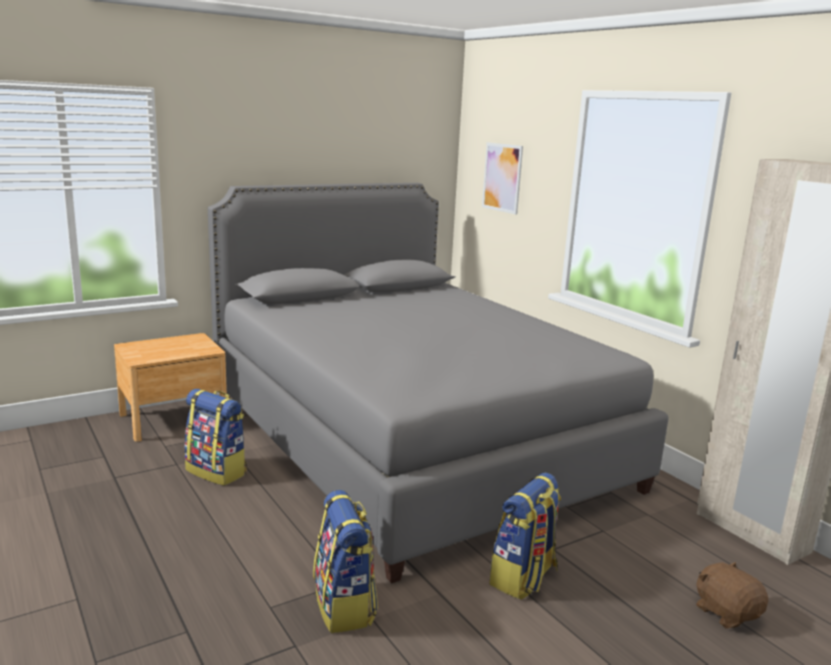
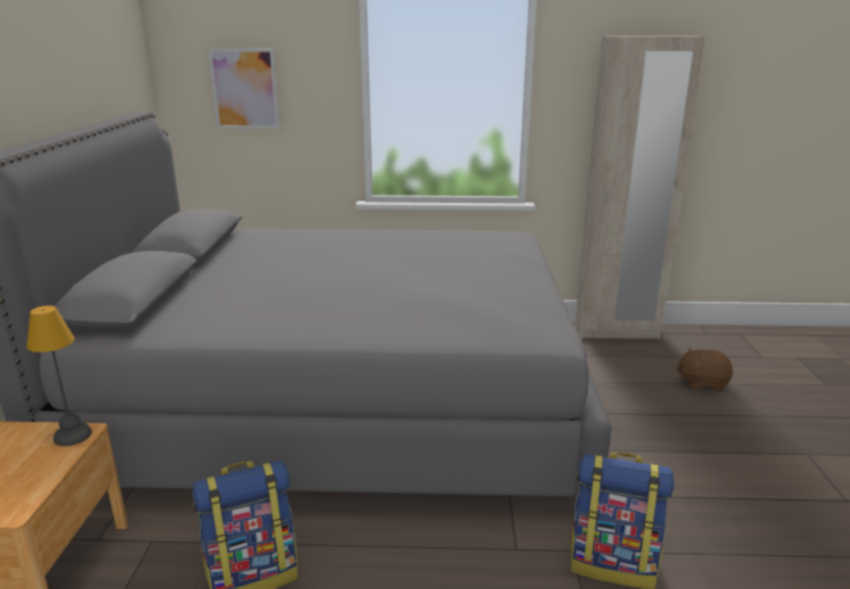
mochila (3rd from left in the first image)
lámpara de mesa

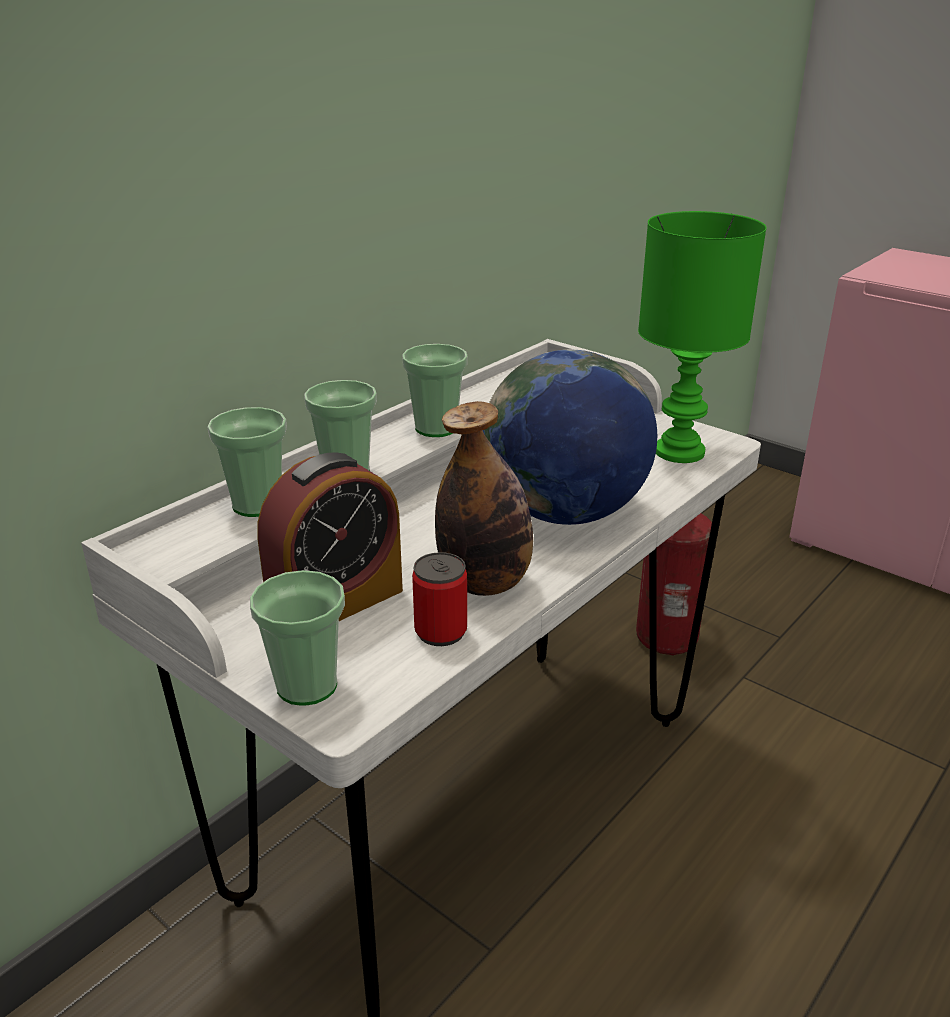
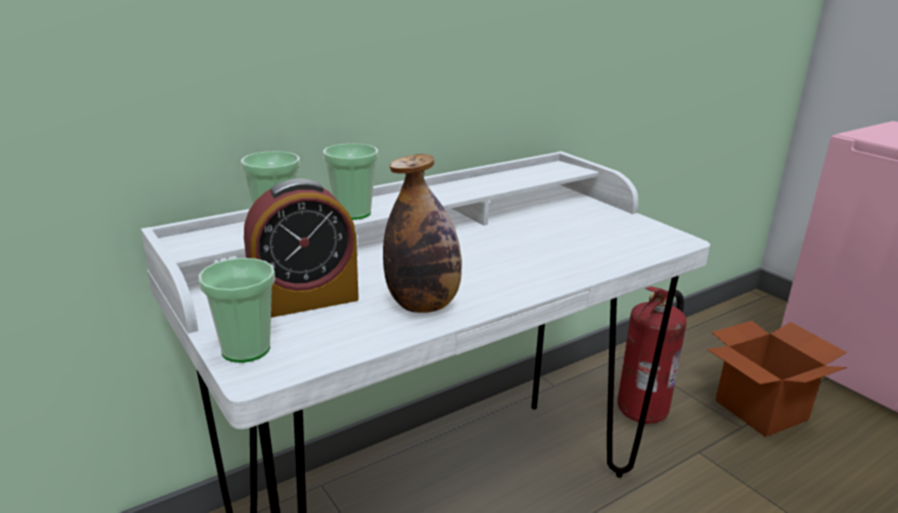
taza (4th from left in the first image)
lata
globo terráqueo
lámpara de mesa/verde
caja de cartón

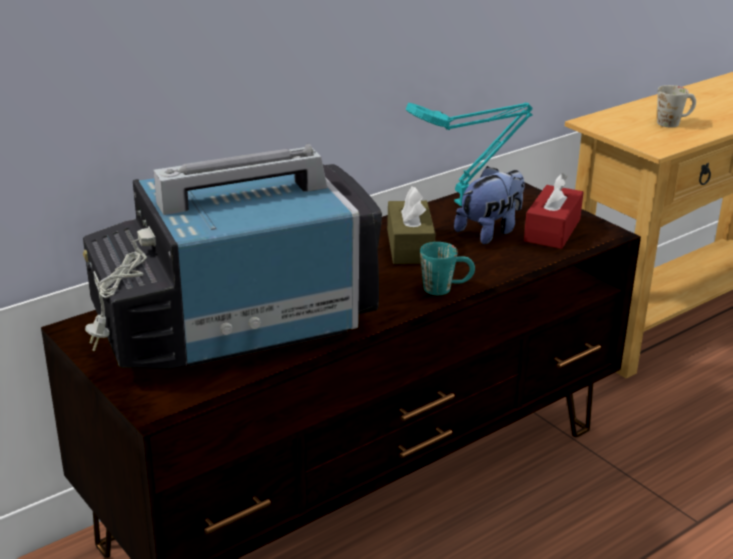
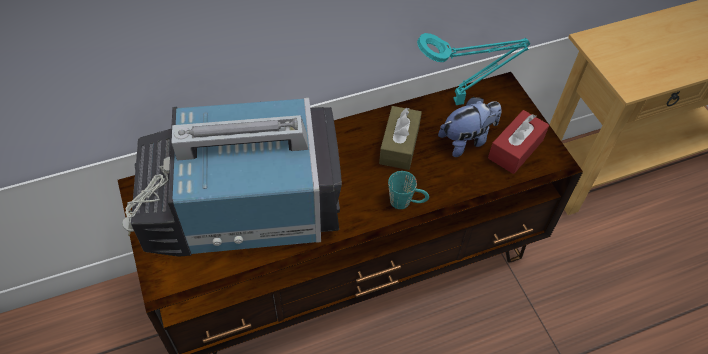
taza grande/blanco

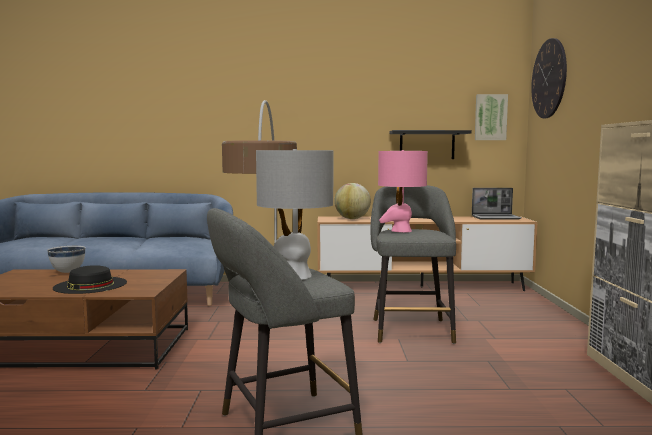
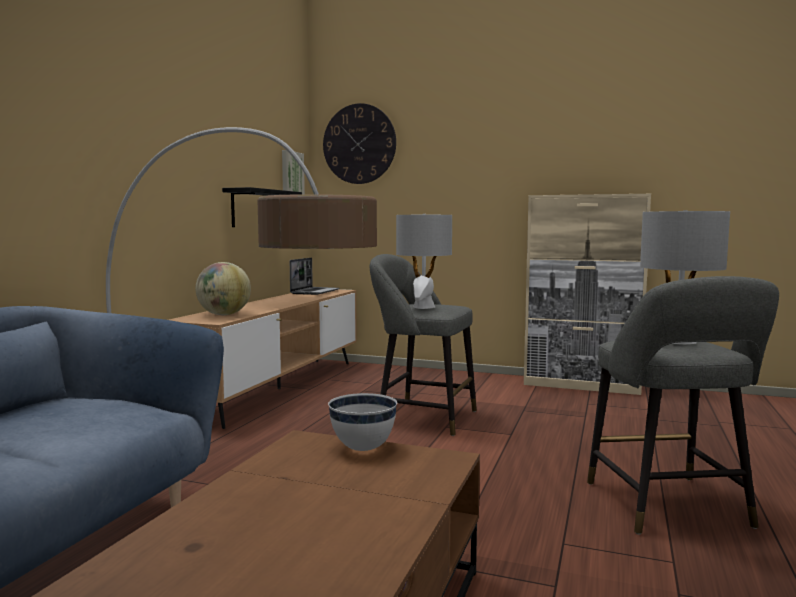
cuenco/blanco
sombrero/negro
lámpara de mesa/gris (1st from left)

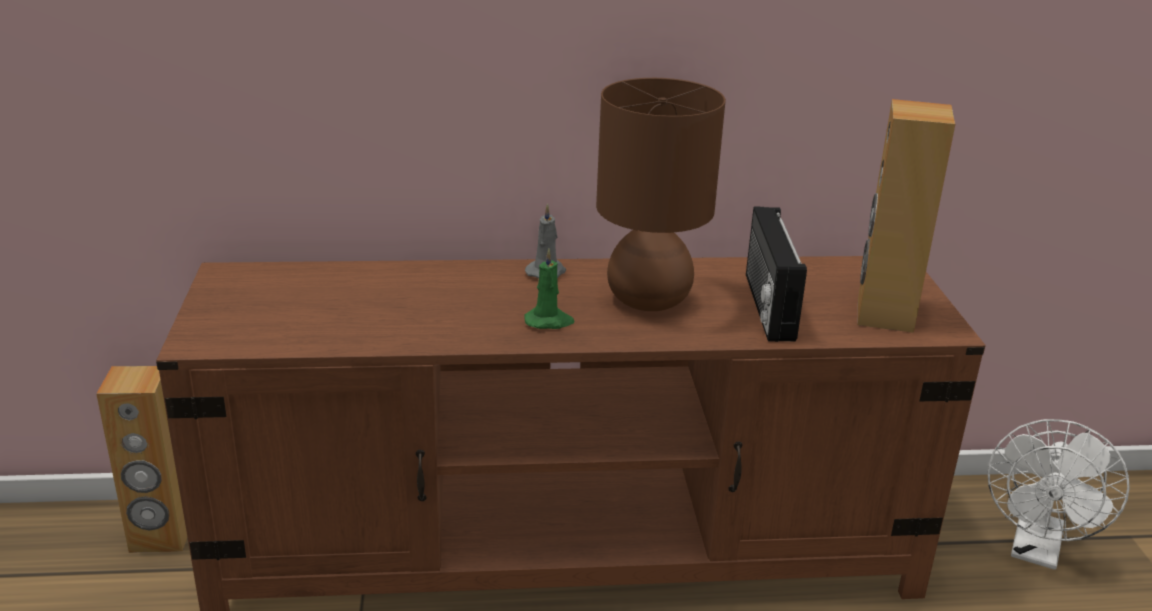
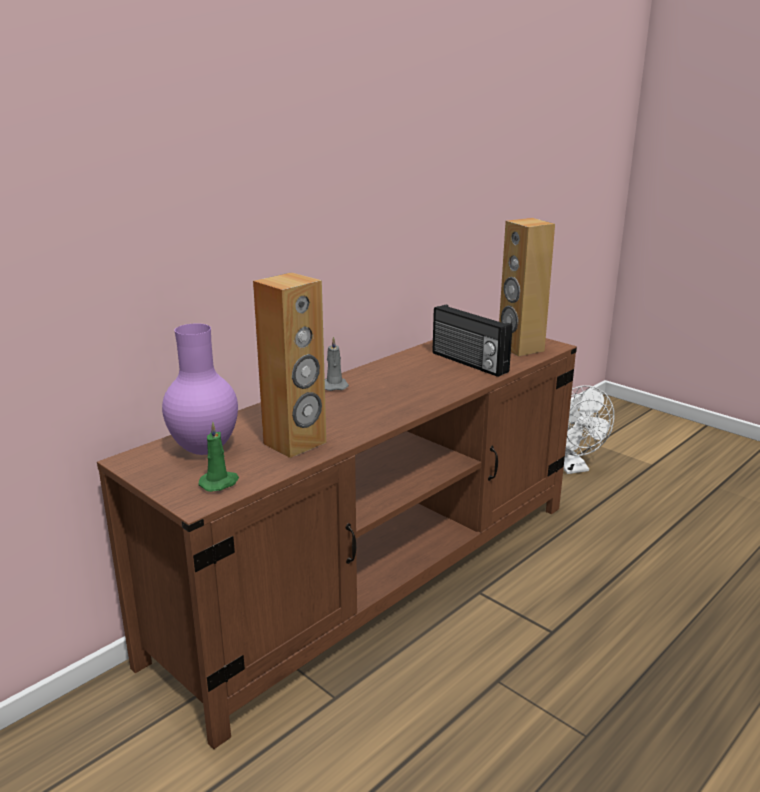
altavoz/marrón (1st from left)
vela/verde
lámpara de mesa/marrón
florero/morado

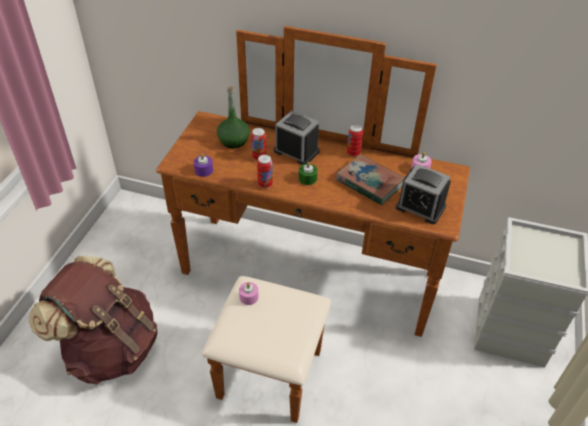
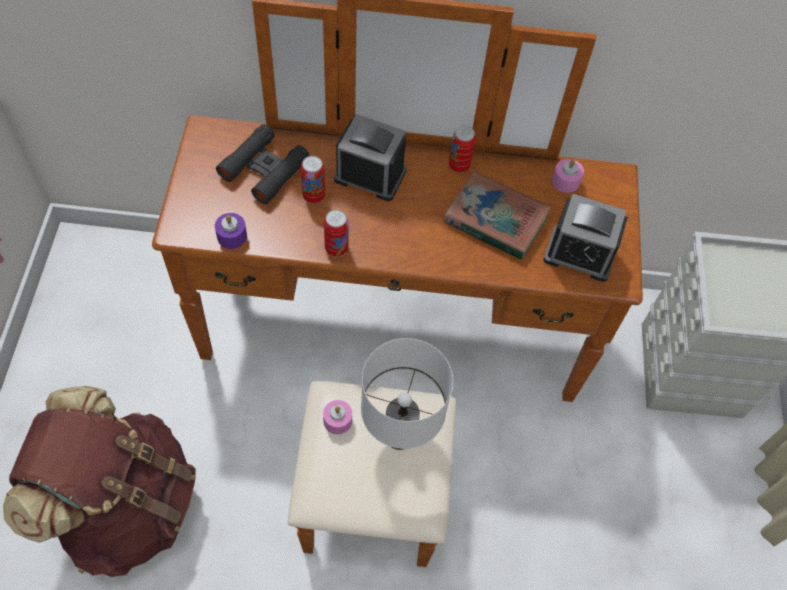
prismáticos/negro
vela/verde
lámpara de mesa/blanco

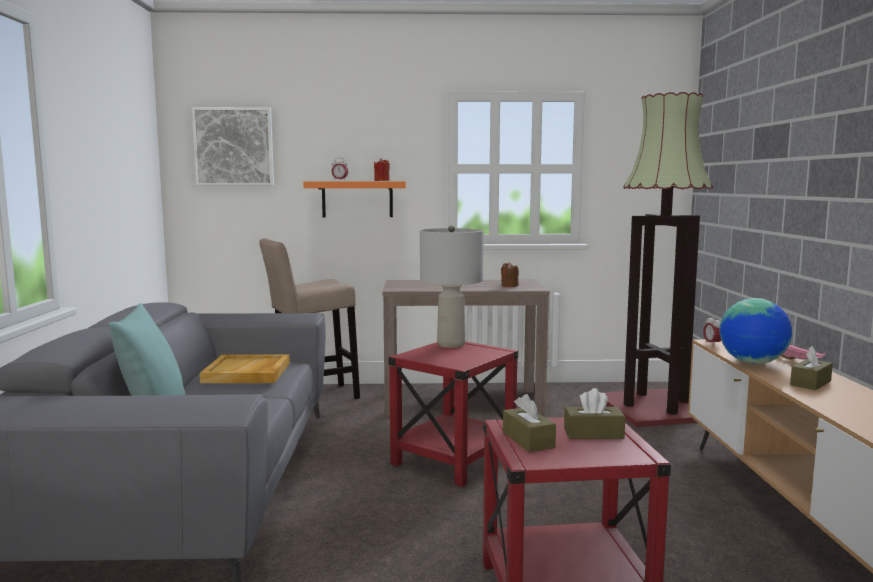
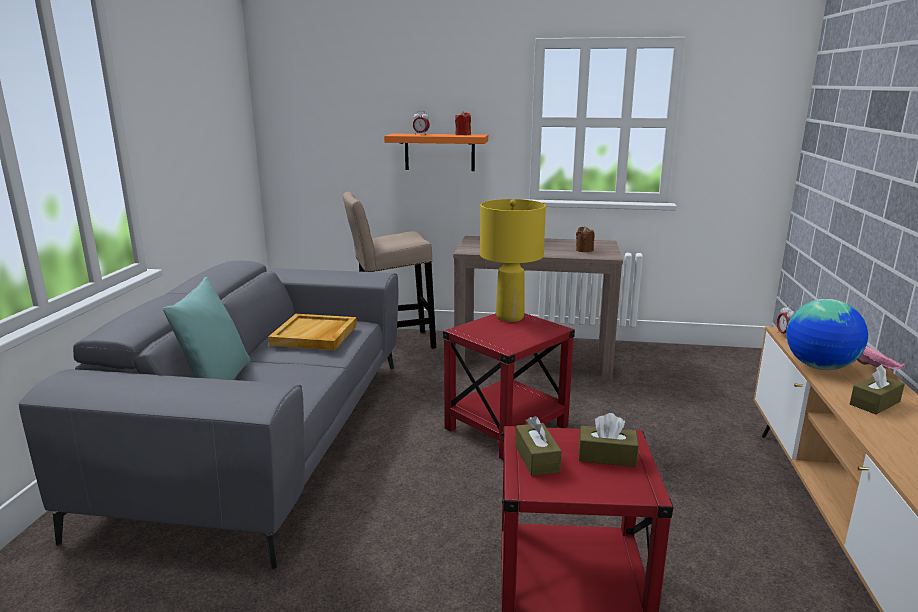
cuadro
lámpara de mesa/amarillo
lámpara de pie

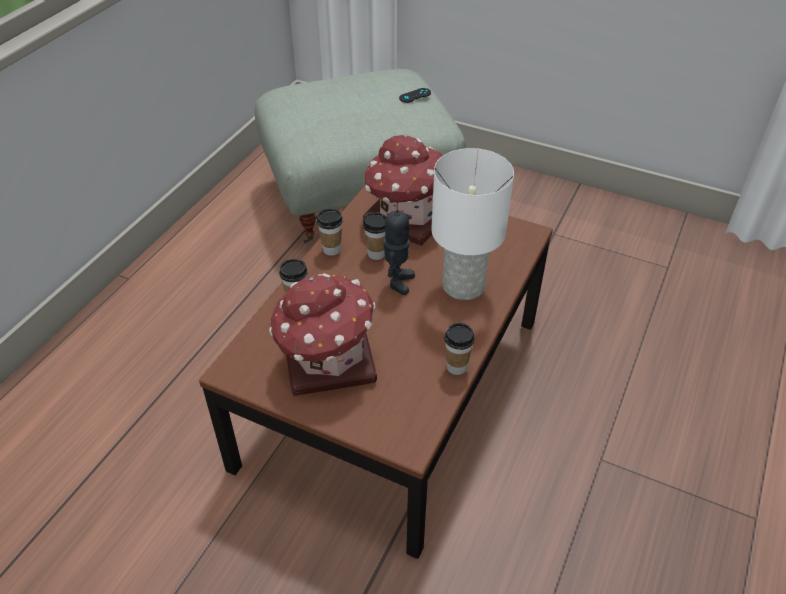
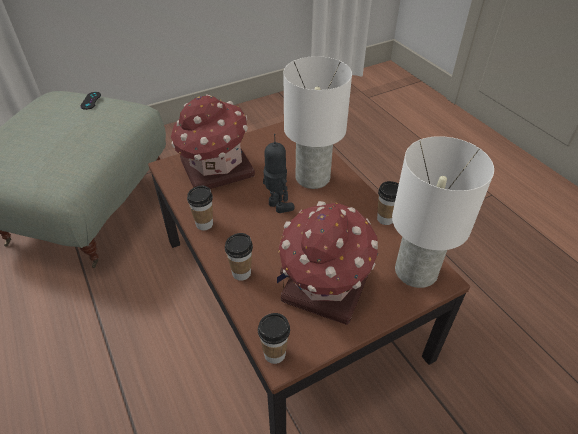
taza (3rd from left)
lámpara de mesa/blanco (2nd from left)

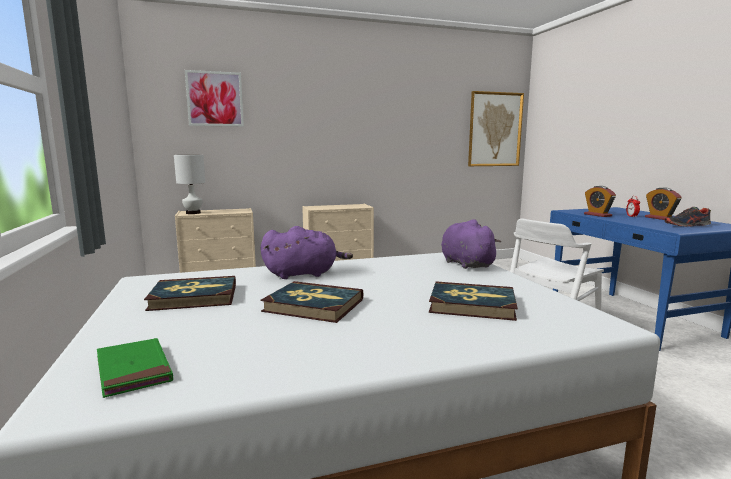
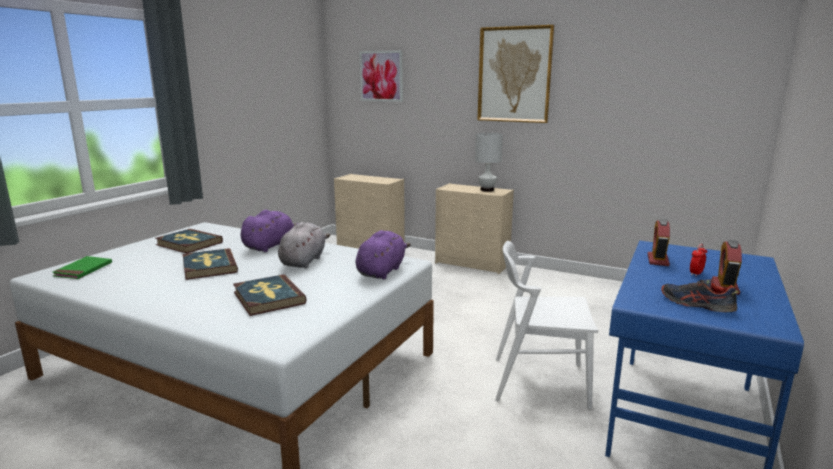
lámpara de mesa/blanco
peluche/morado (1st from left)
cuadro (2nd from left)
peluche/gris

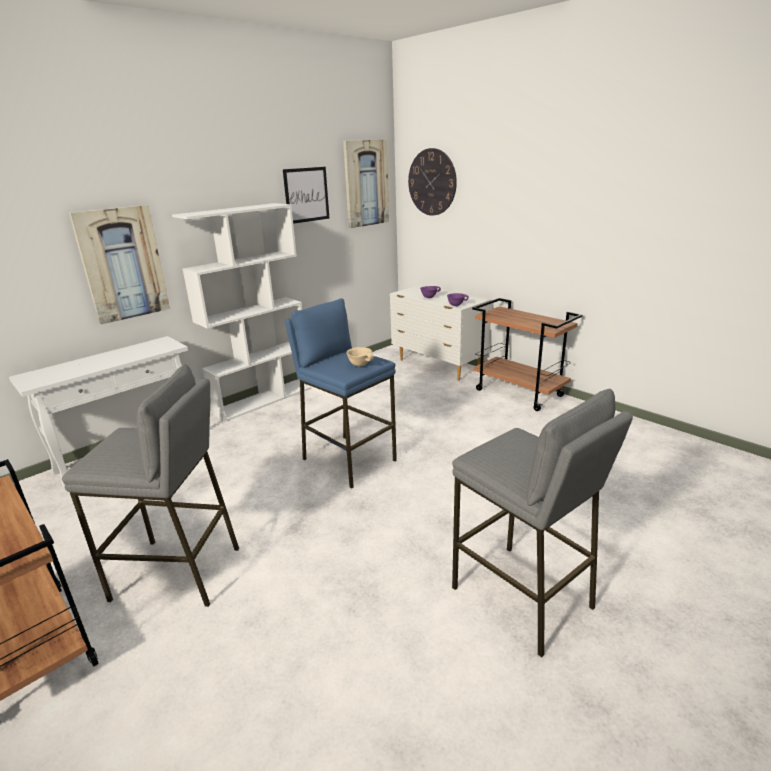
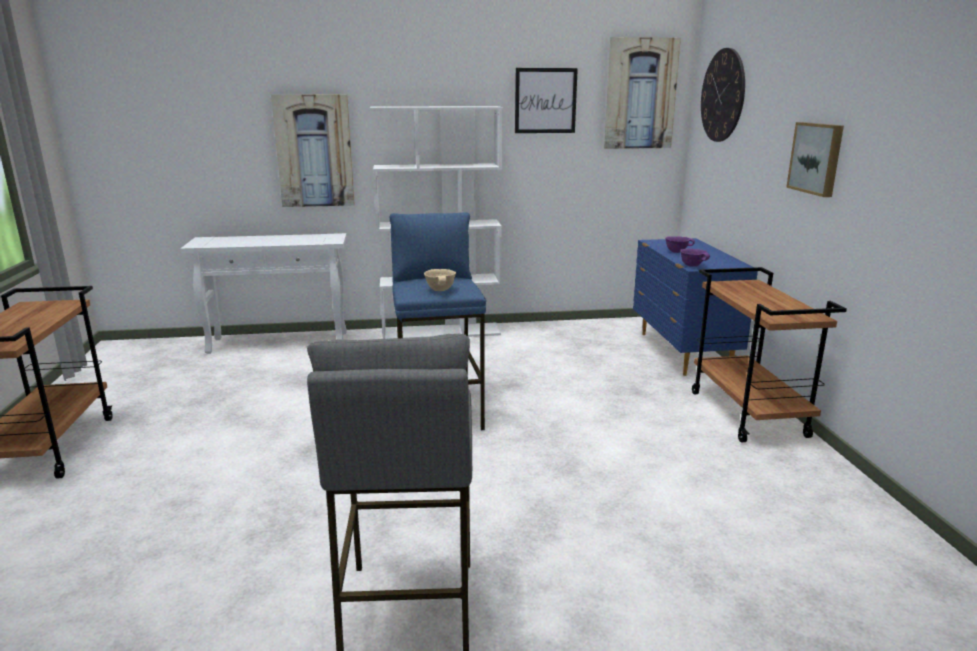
taburete/gris (1st from left in the first image)
cómoda/azul
cuadro (4th from left)

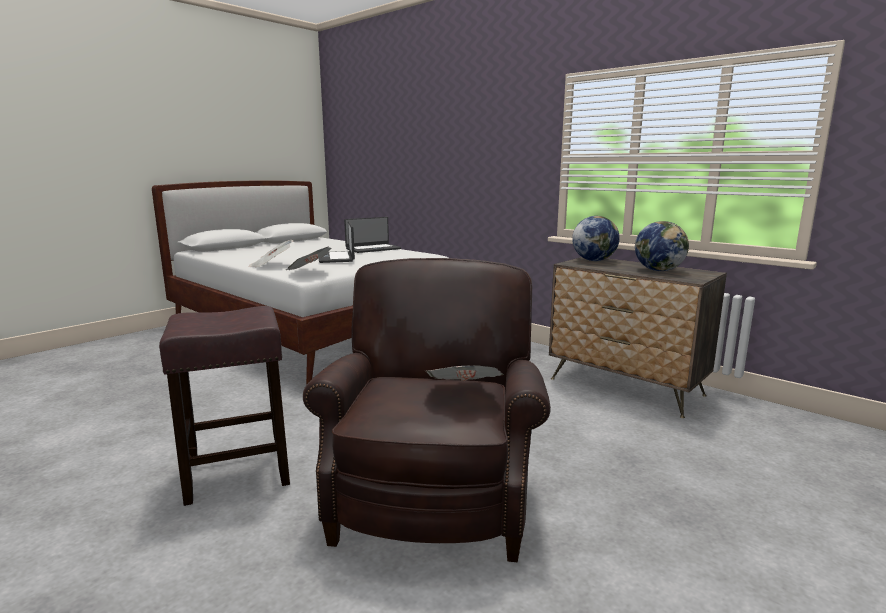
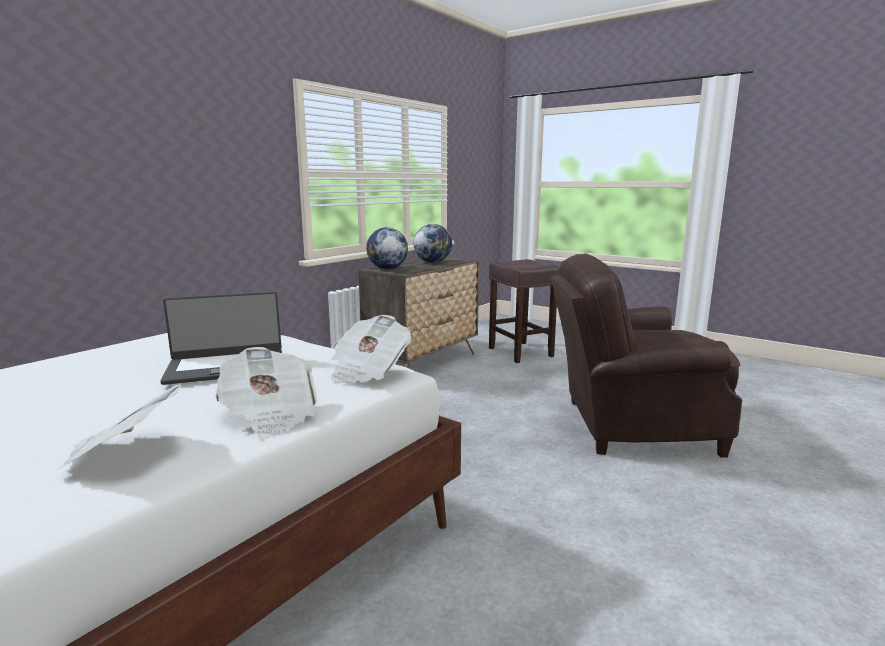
taburete/marrón
portátil (2nd from left in the first image)
periódico (1st from left)

